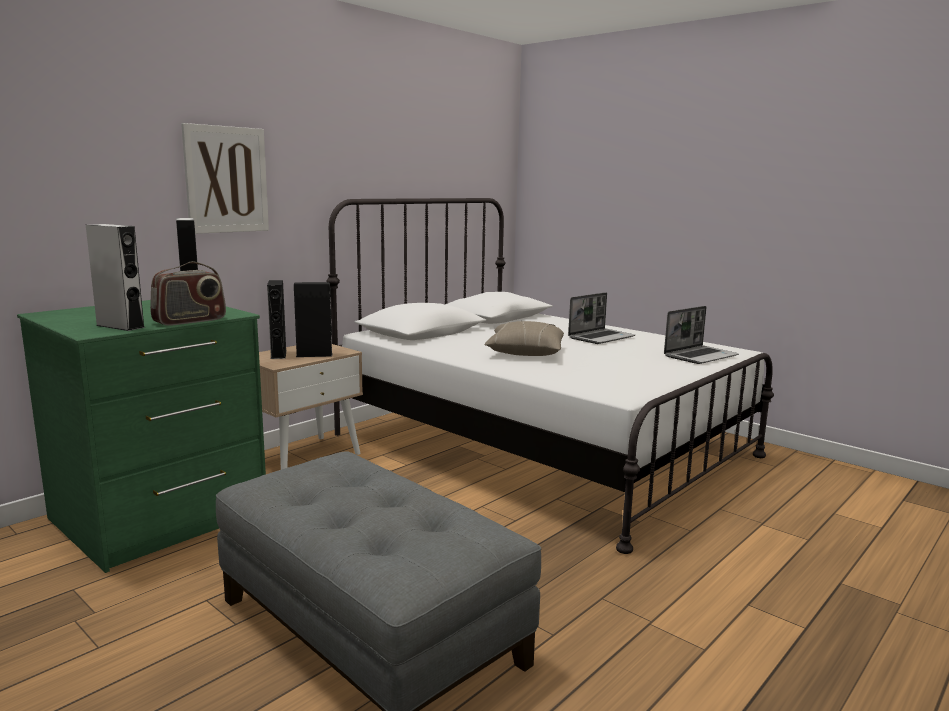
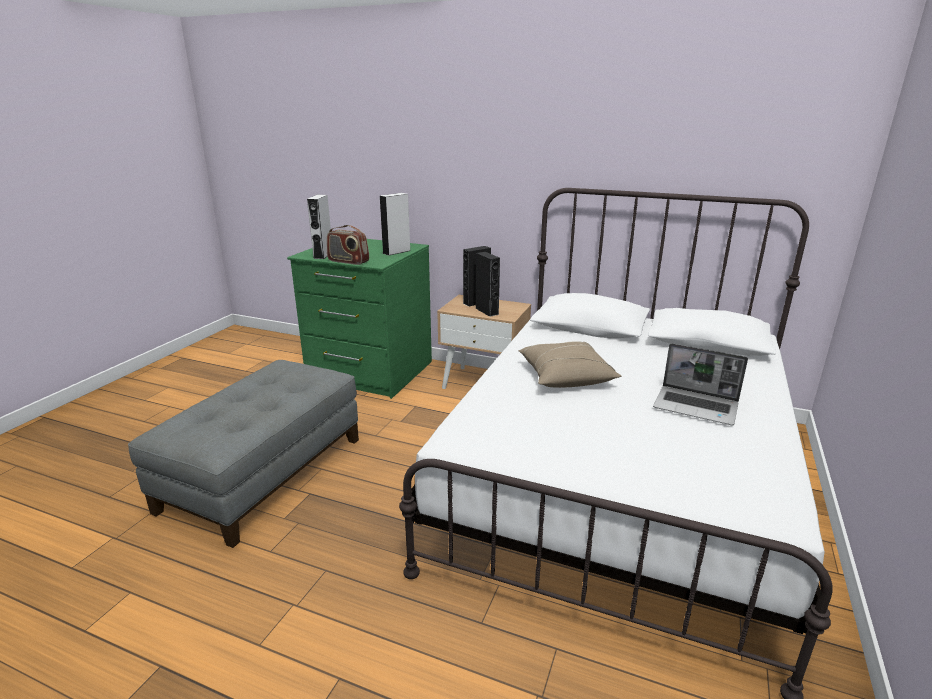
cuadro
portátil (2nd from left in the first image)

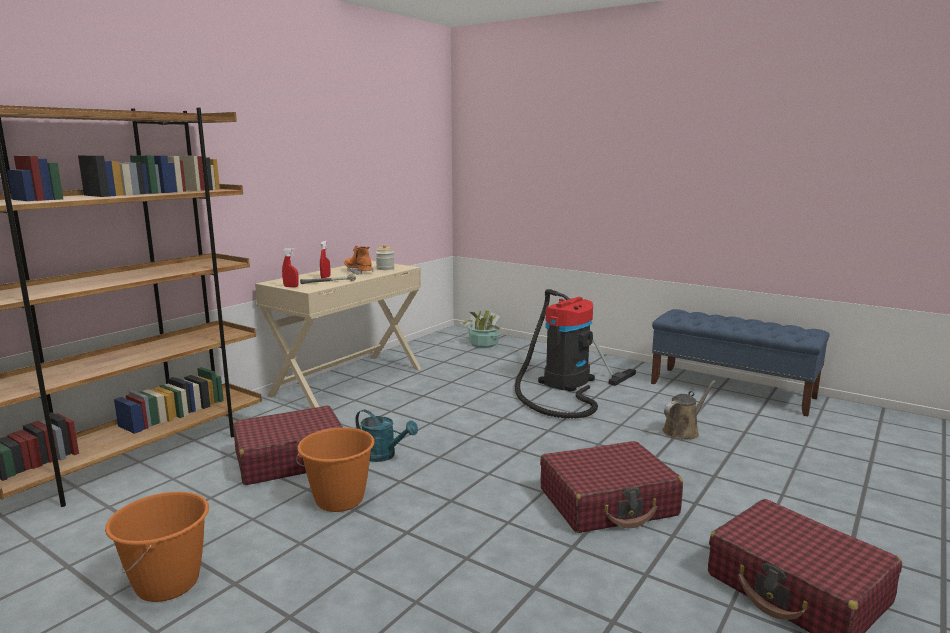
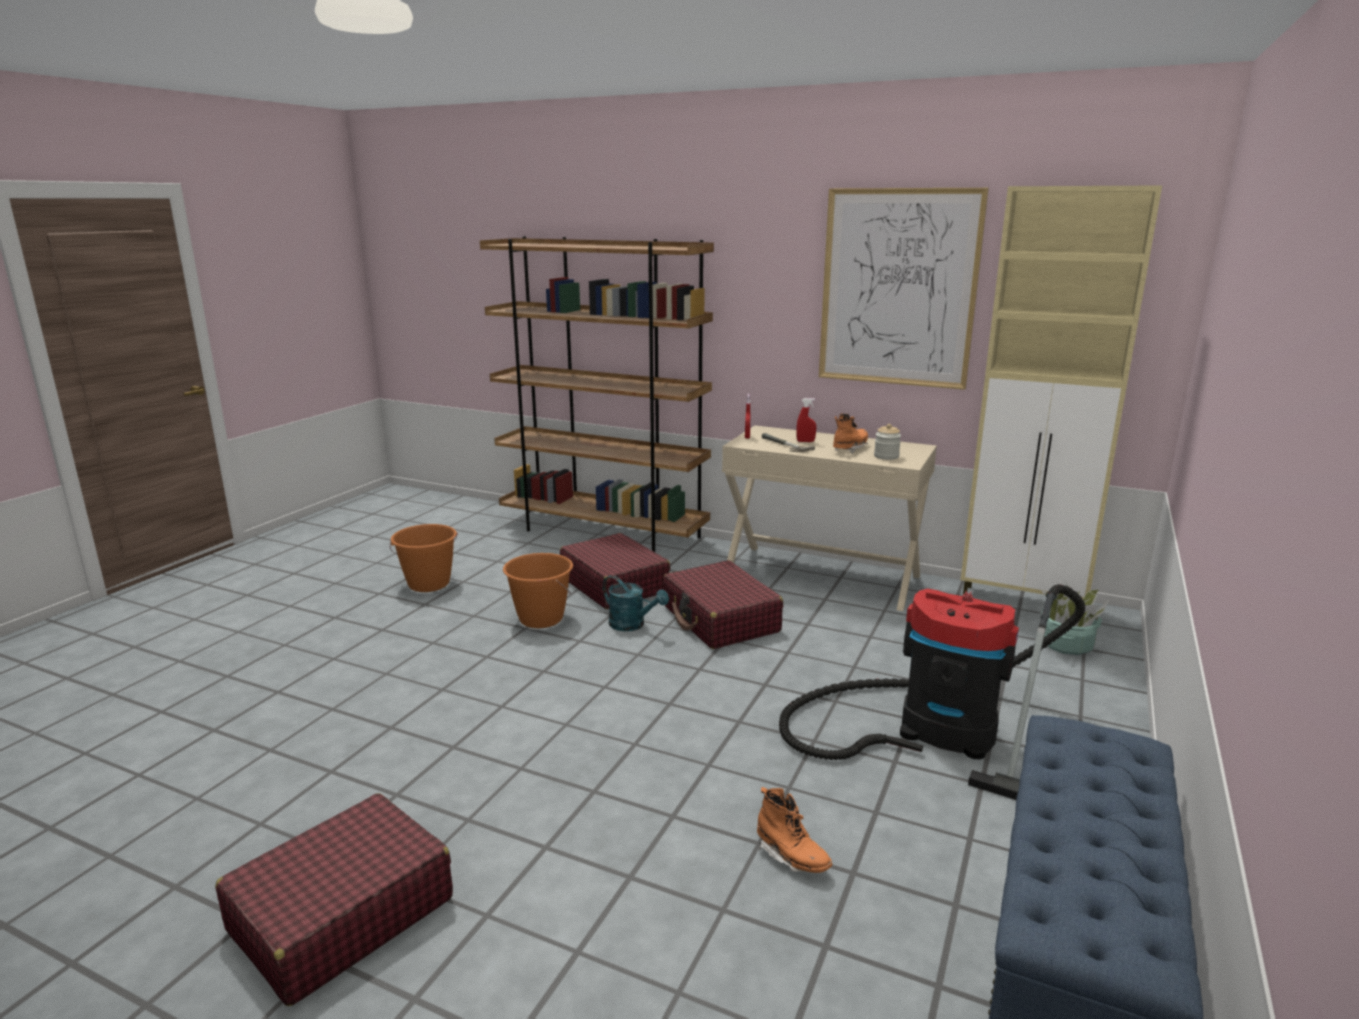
regadera/turquesa
maleta/rojo (3rd from left)
bota/naranja (1st from left)
cuadro
armario/beis

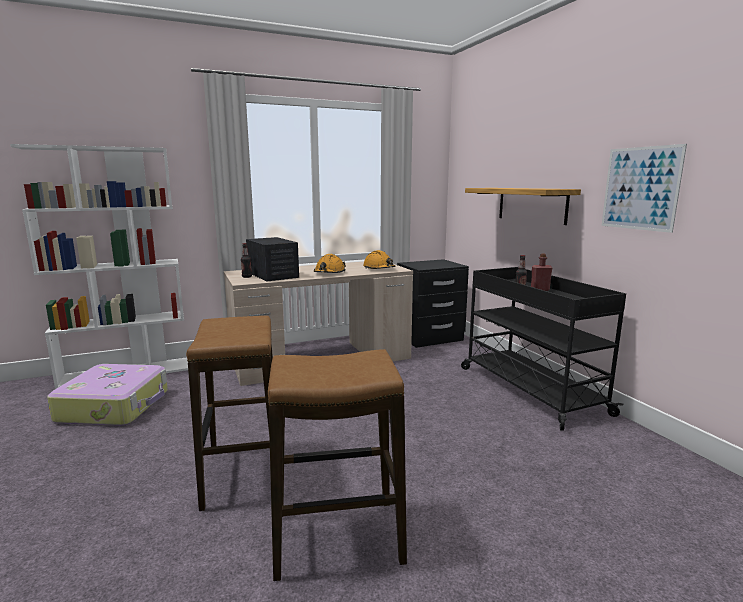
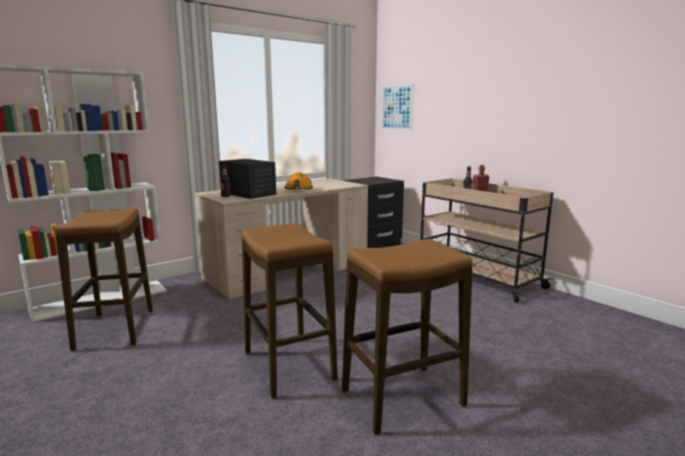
taburete (1st from left)
casco/naranja (2nd from left in the first image)
carrito/beis
estante
cuadro

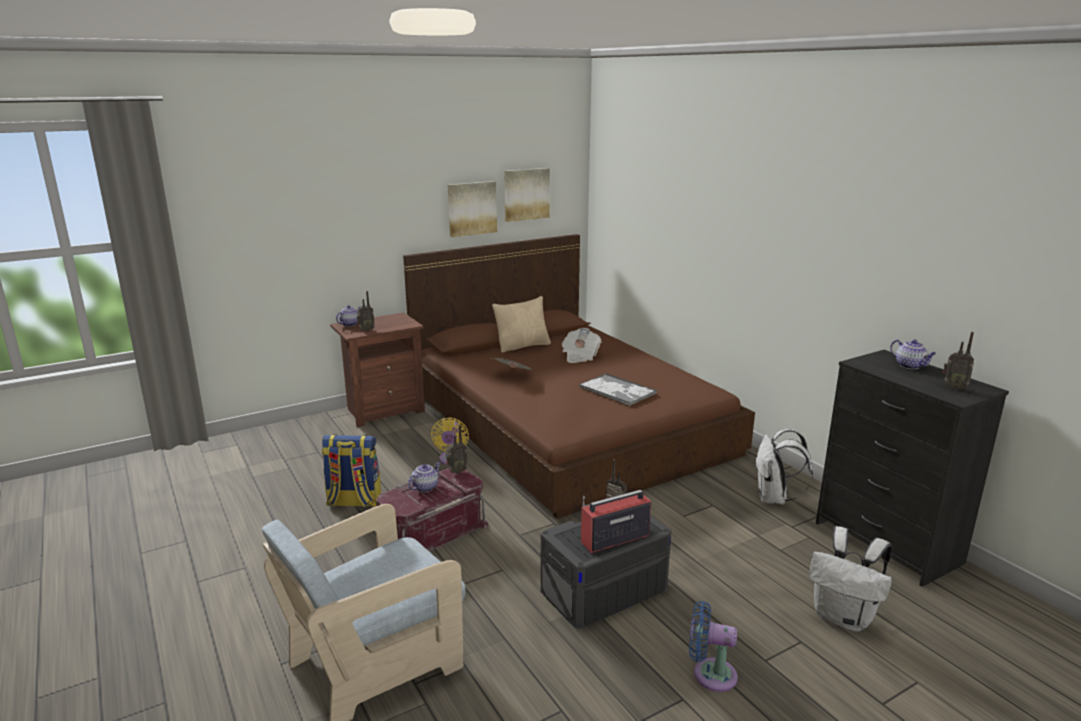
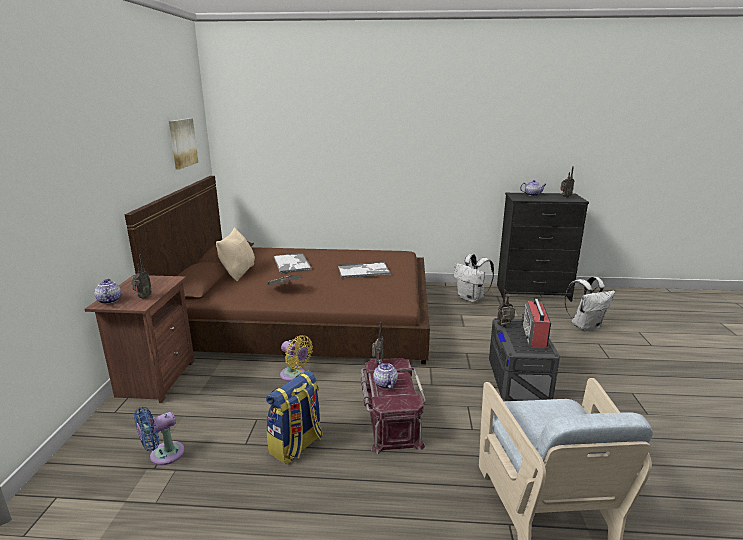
cuadro (1st from left in the first image)
bandeja (1st from left)
ventilador/azul

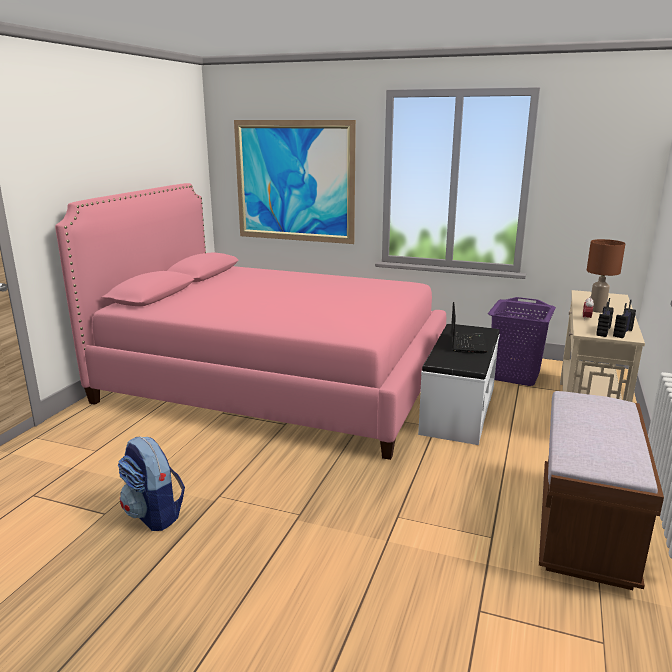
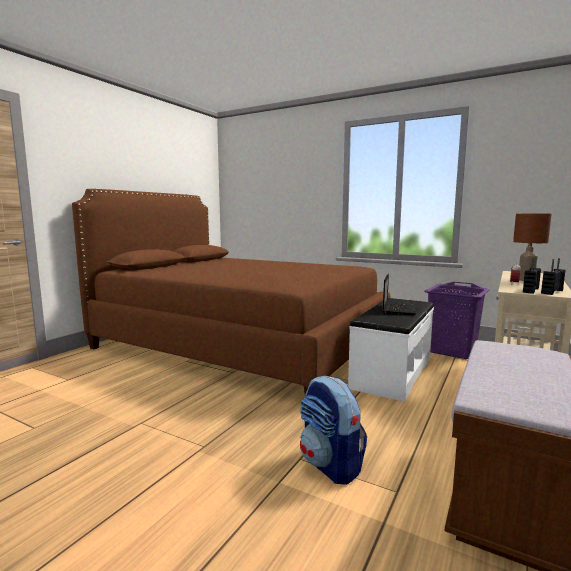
cama/marrón
mochila
cuadro

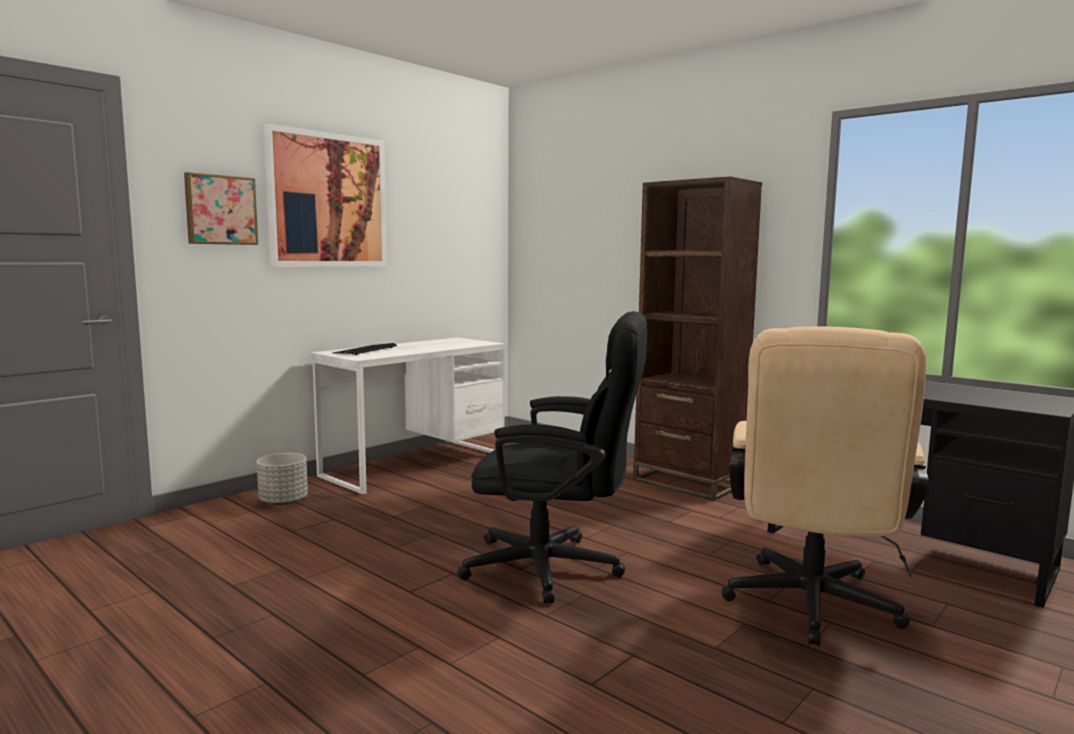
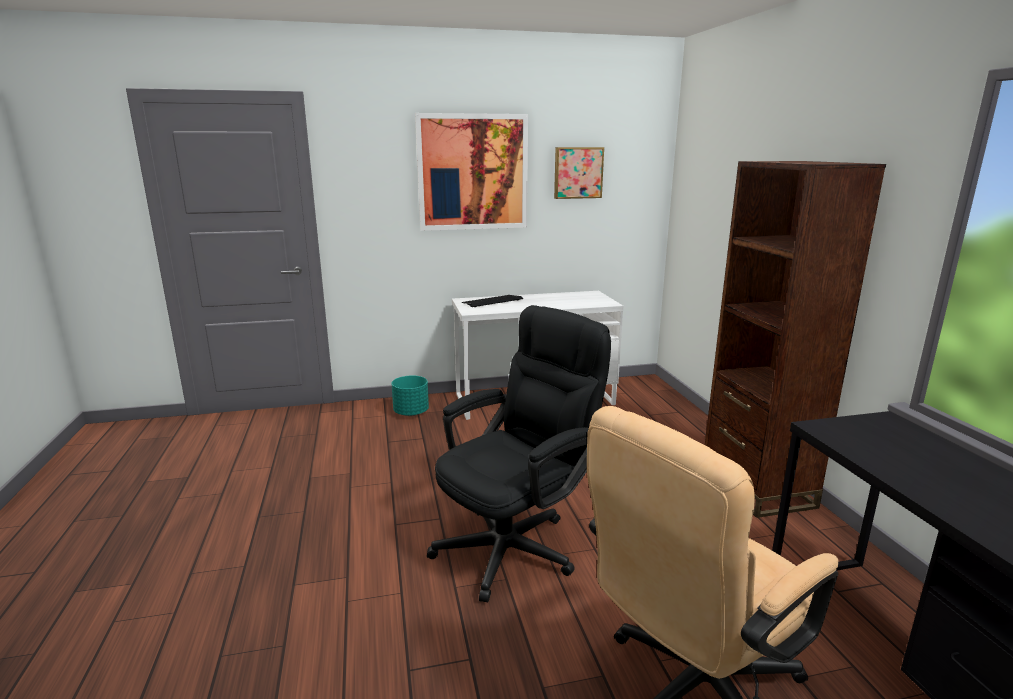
cuadro (2nd from left)
maceta/turquesa
silla de oficina/negro

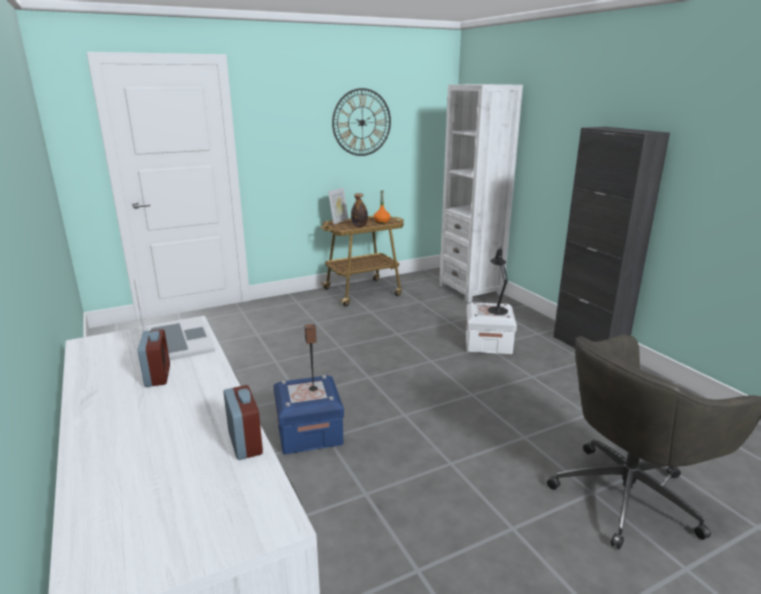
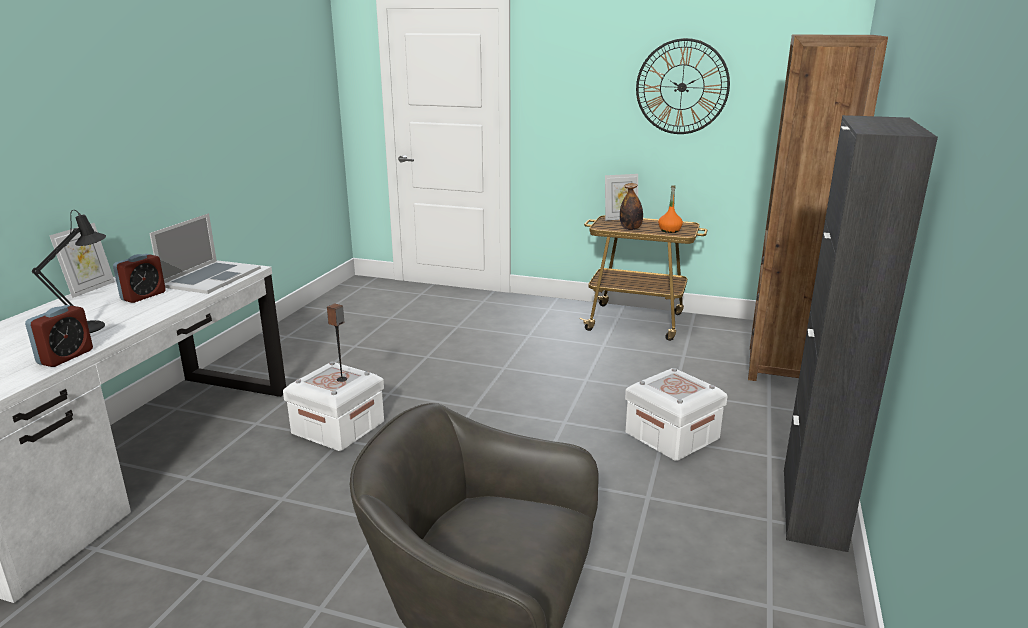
caja de almacenaje/blanco (1st from left)
estantería/marrón
lámpara de mesa/negro
portarretratos (1st from left)

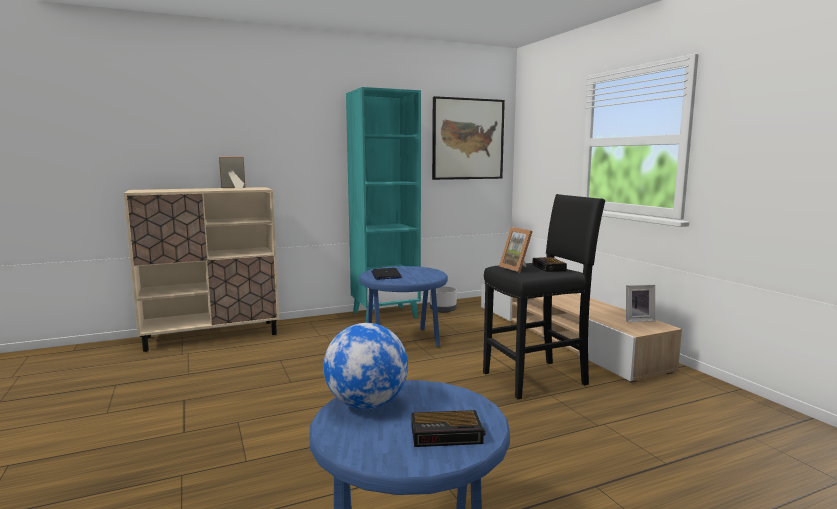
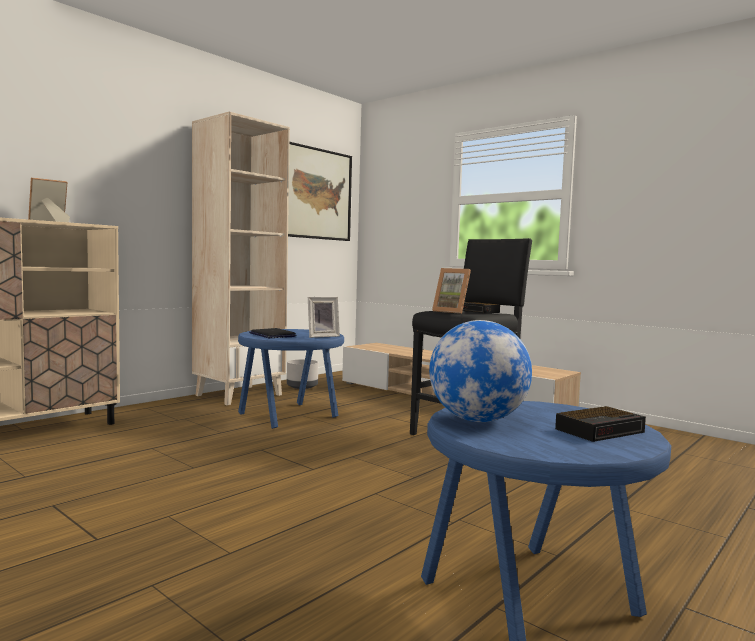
estantería/beis
portarretratos (2nd from left)

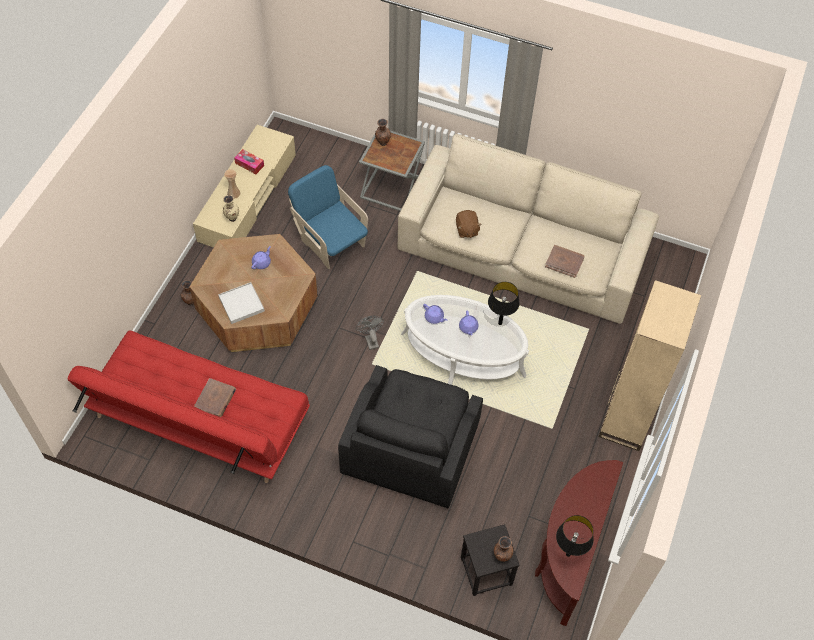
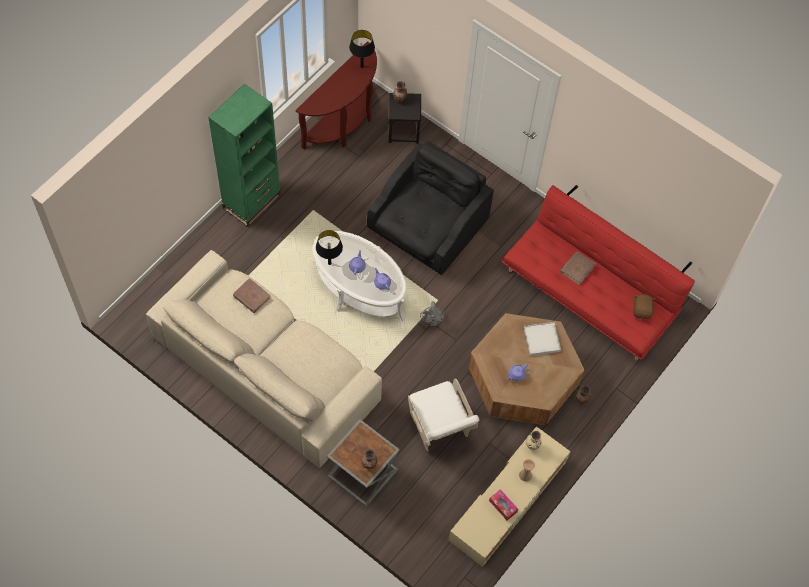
sillón/blanco
peluche/marrón
estantería/verde

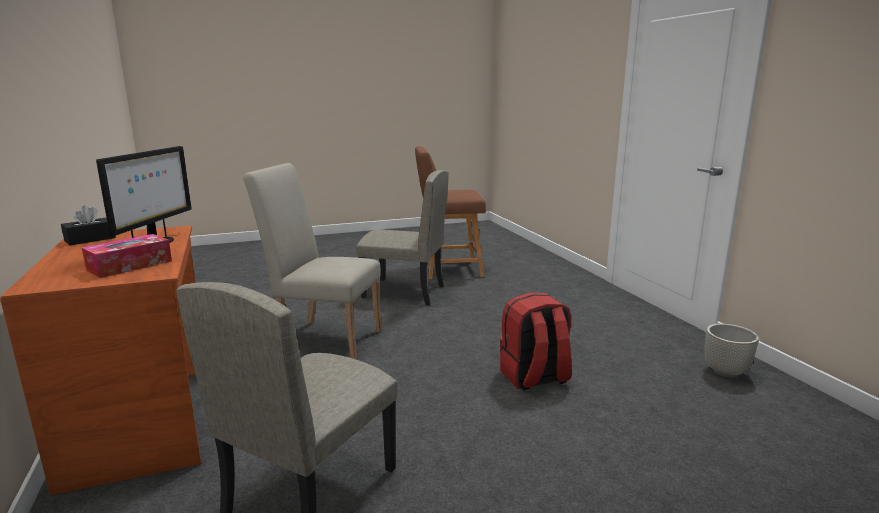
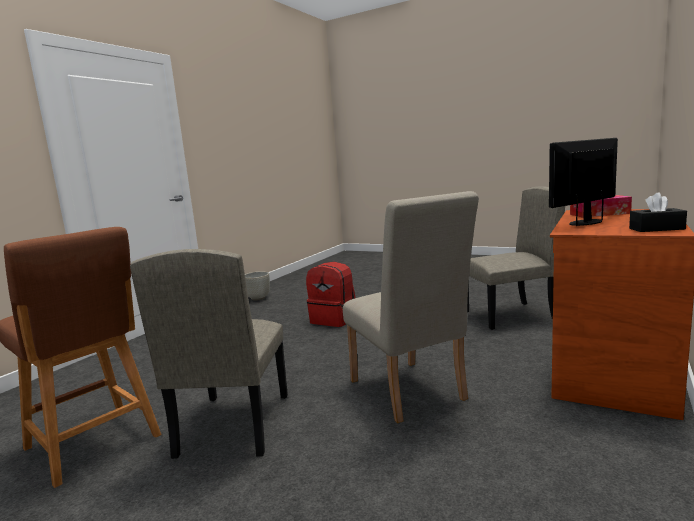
silla/beis (1st from left)

